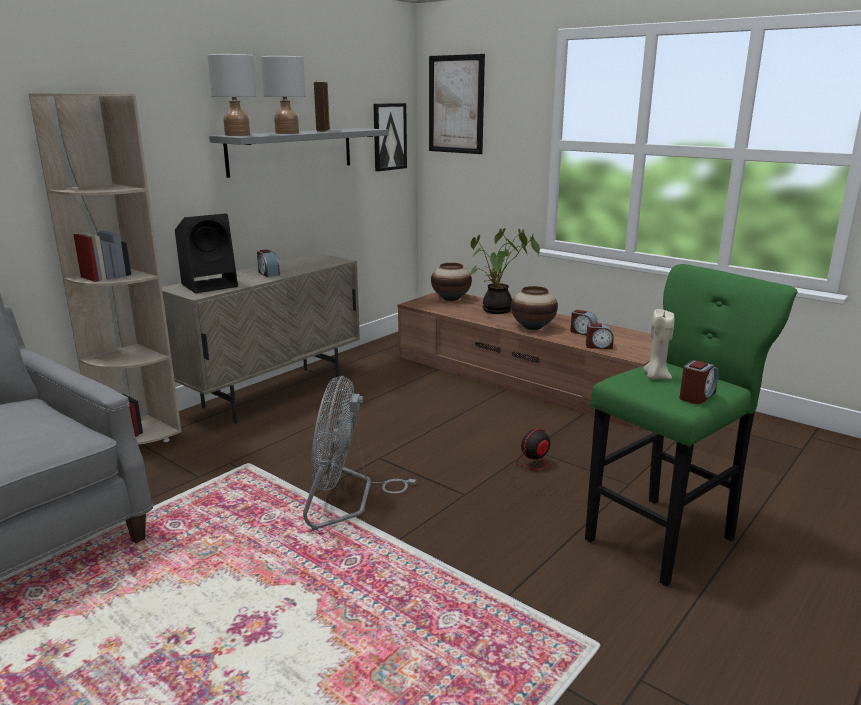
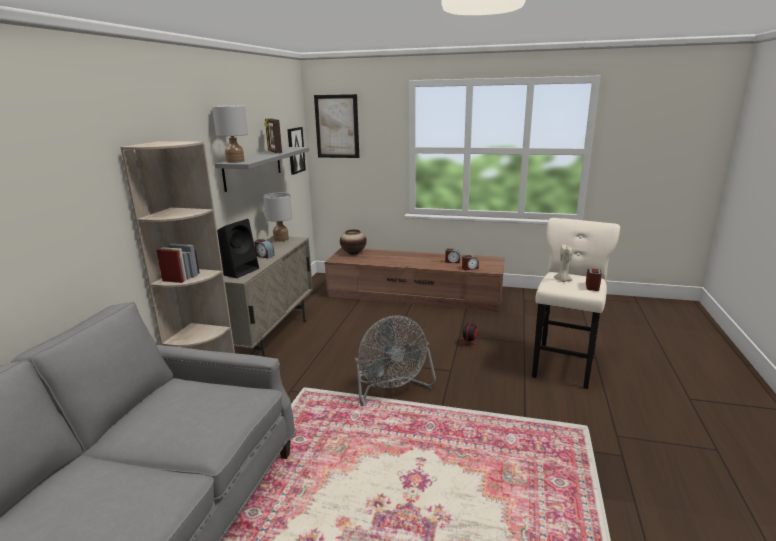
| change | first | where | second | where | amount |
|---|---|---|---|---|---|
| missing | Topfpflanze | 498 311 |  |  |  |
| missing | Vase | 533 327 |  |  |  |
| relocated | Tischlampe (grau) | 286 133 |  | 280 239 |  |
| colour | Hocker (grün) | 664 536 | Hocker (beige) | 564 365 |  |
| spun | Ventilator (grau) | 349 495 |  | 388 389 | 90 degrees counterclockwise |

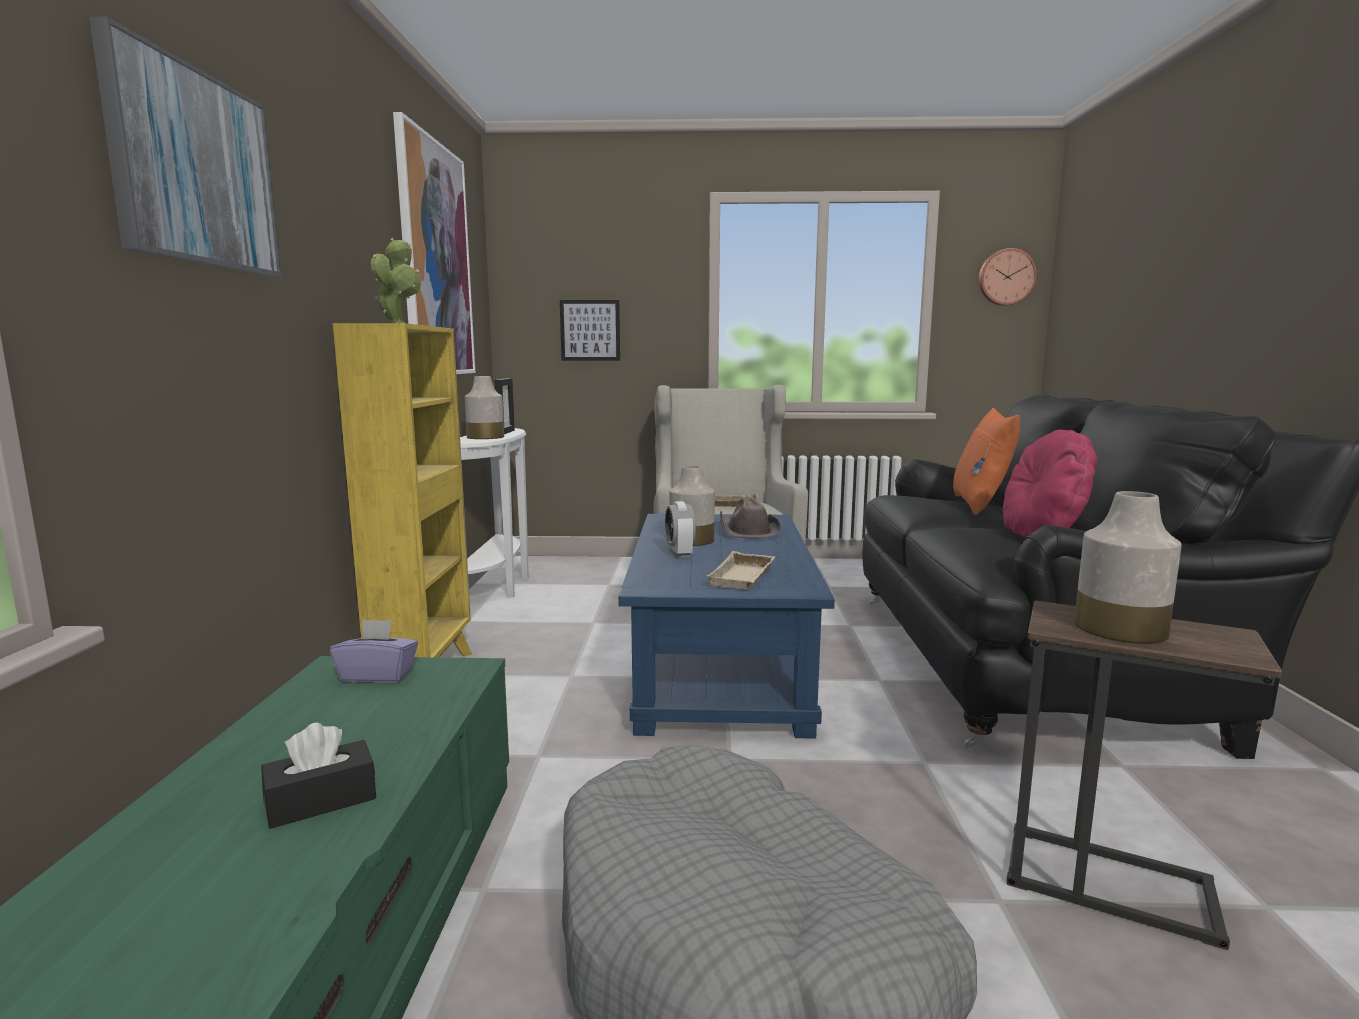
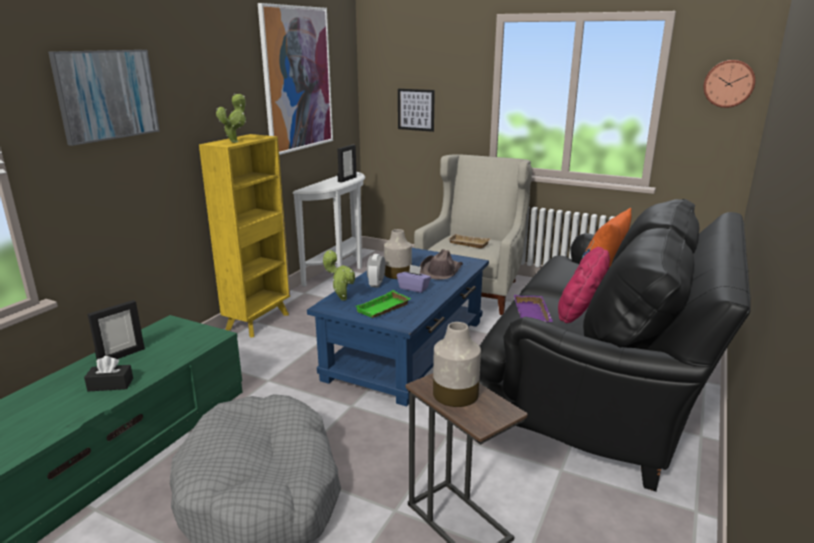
| change | first | where | second | where | amount |
|---|---|---|---|---|---|
| missing | Vase (beige) | 486 437 |  |  |  |
| appeared |  |  | Bilderrahmen | 121 355 |  |
| appeared |  |  | Topfpflanze | 341 298 |  |
| appeared |  |  | Tablett (lila) | 533 315 |  |
| relocated | Taschentuchbox (lila) | 378 675 |  | 414 288 |  |
| colour | Tablett (beige) | 744 578 | Tablett (grün) | 383 309 |  |

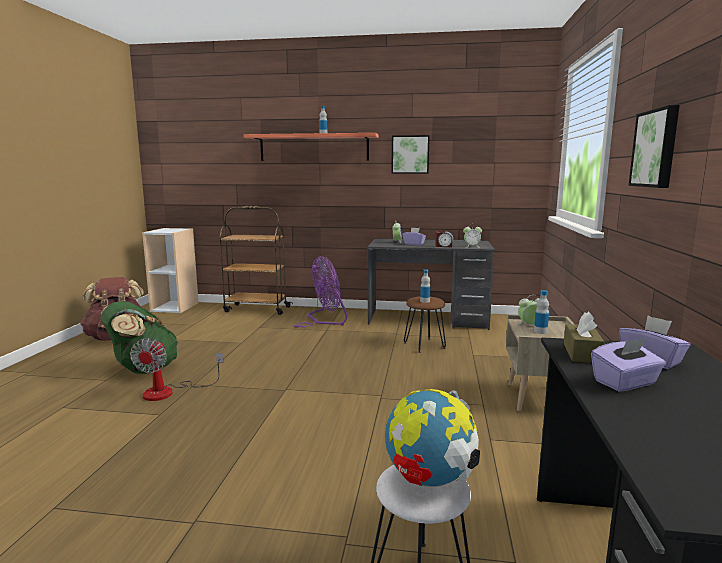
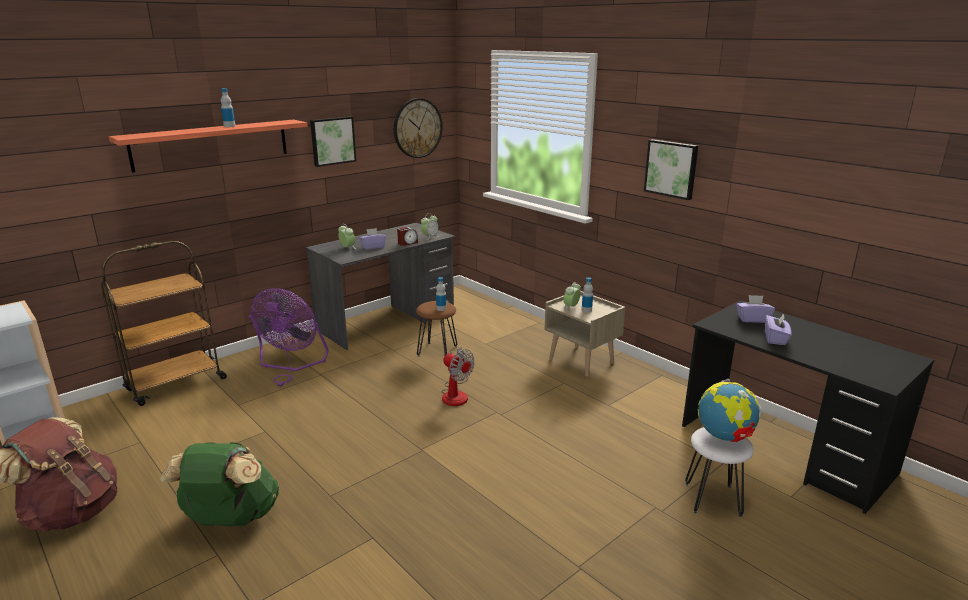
| change | first | where | second | where | amount |
|---|---|---|---|---|---|
| missing | Taschentuchbox (braun) | 581 353 |  |  |  |
| appeared |  |  | Wanduhr | 417 128 |  |
| relocated | Ventilator | 169 391 |  | 456 394 |  |

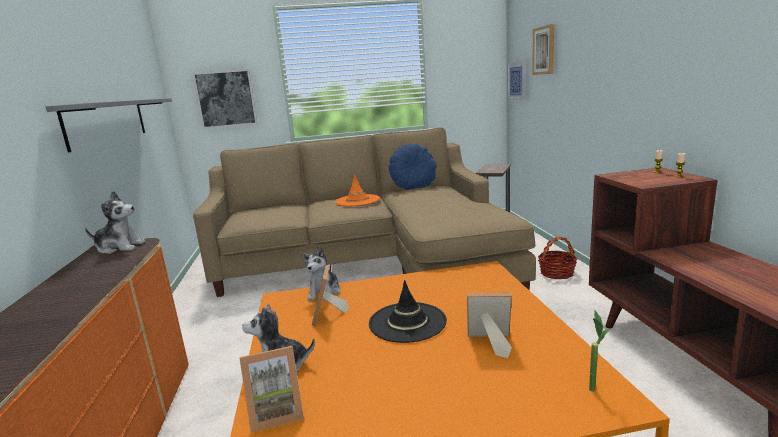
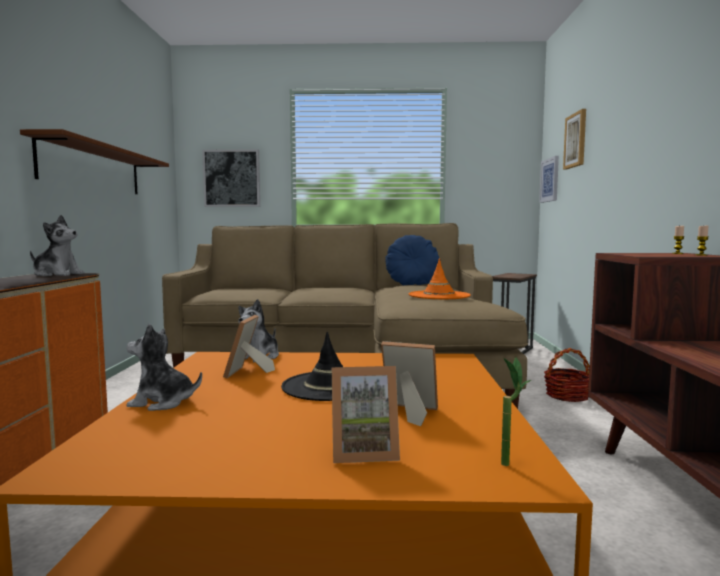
| change | first | where | second | where | amount |
|---|---|---|---|---|---|
| relocated | Bilderrahmen | 276 412 |  | 363 451 |  |
| relocated | Hut (orange) | 357 200 |  | 439 295 |  |
| colour | Wandregal (grau) | 108 122 | Wandregal (braun) | 93 169 |  |

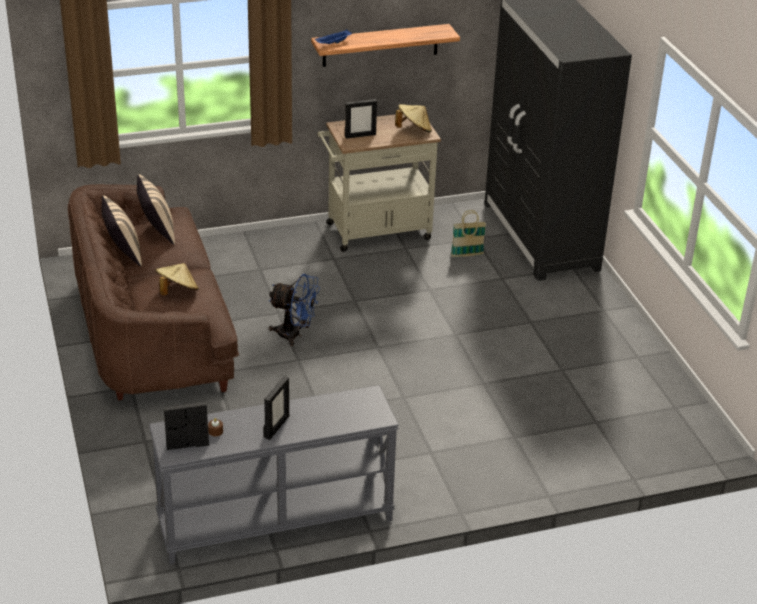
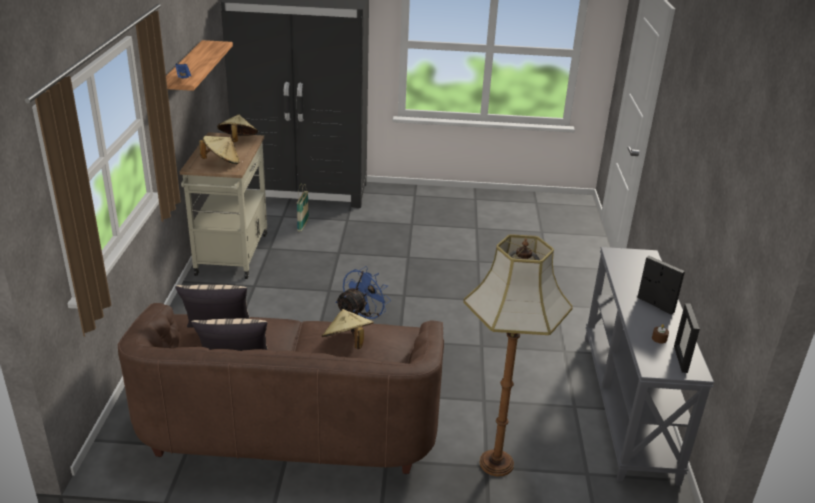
| change | first | where | second | where | amount |
|---|---|---|---|---|---|
| appeared |  |  | Stehlampe | 496 464 |  |
| exchanged | Bilderrahmen | 360 135 | Hut (beige) | 222 162 |  |

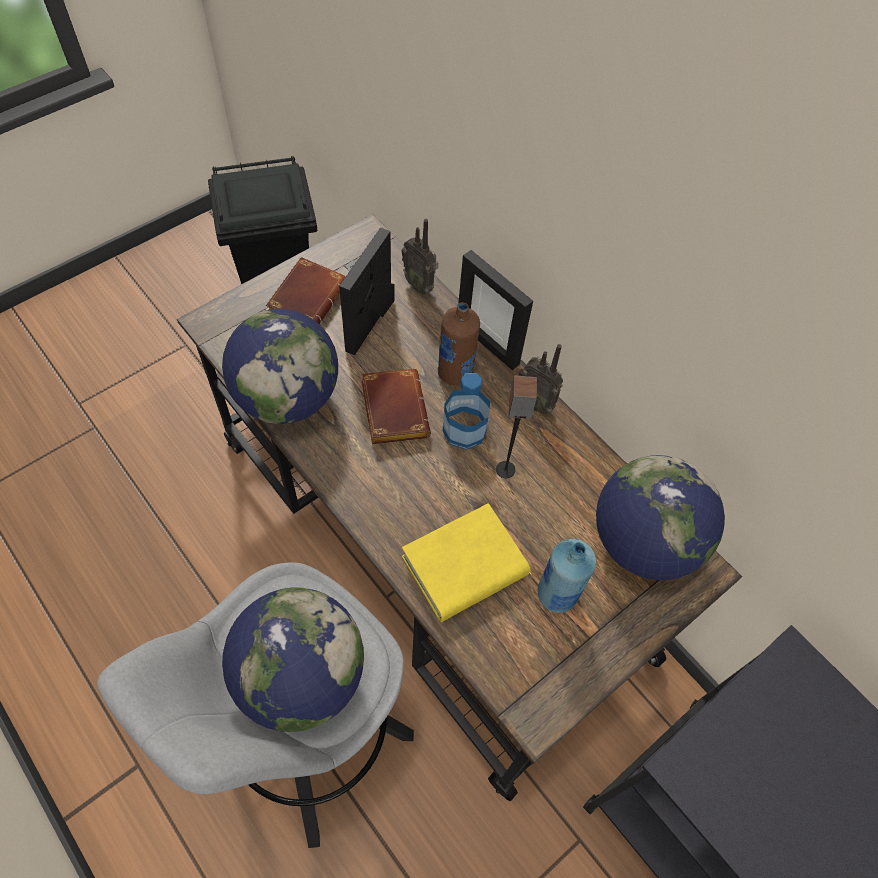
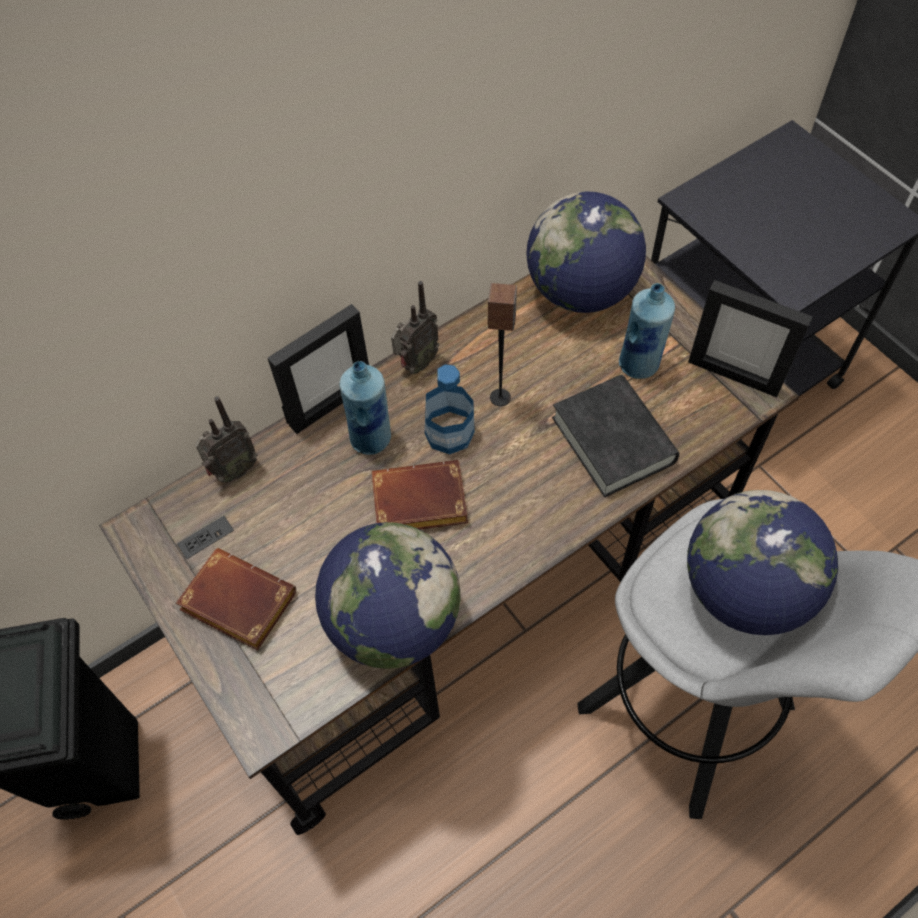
| change | first | where | second | where | amount |
|---|---|---|---|---|---|
| relocated | Bilderrahmen | 370 325 |  | 734 373 |  |
| colour | Buch (gelb) | 464 566 | Buch (schwarz) | 613 440 |  |
| colour | Flasche (braun) | 455 373 | Flasche (blau) | 371 438 |  |

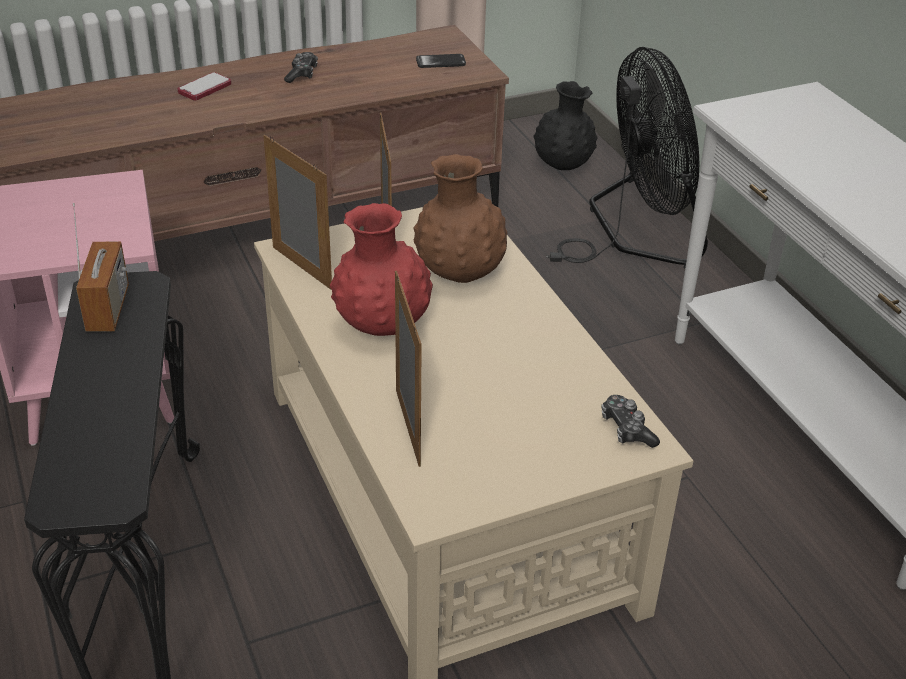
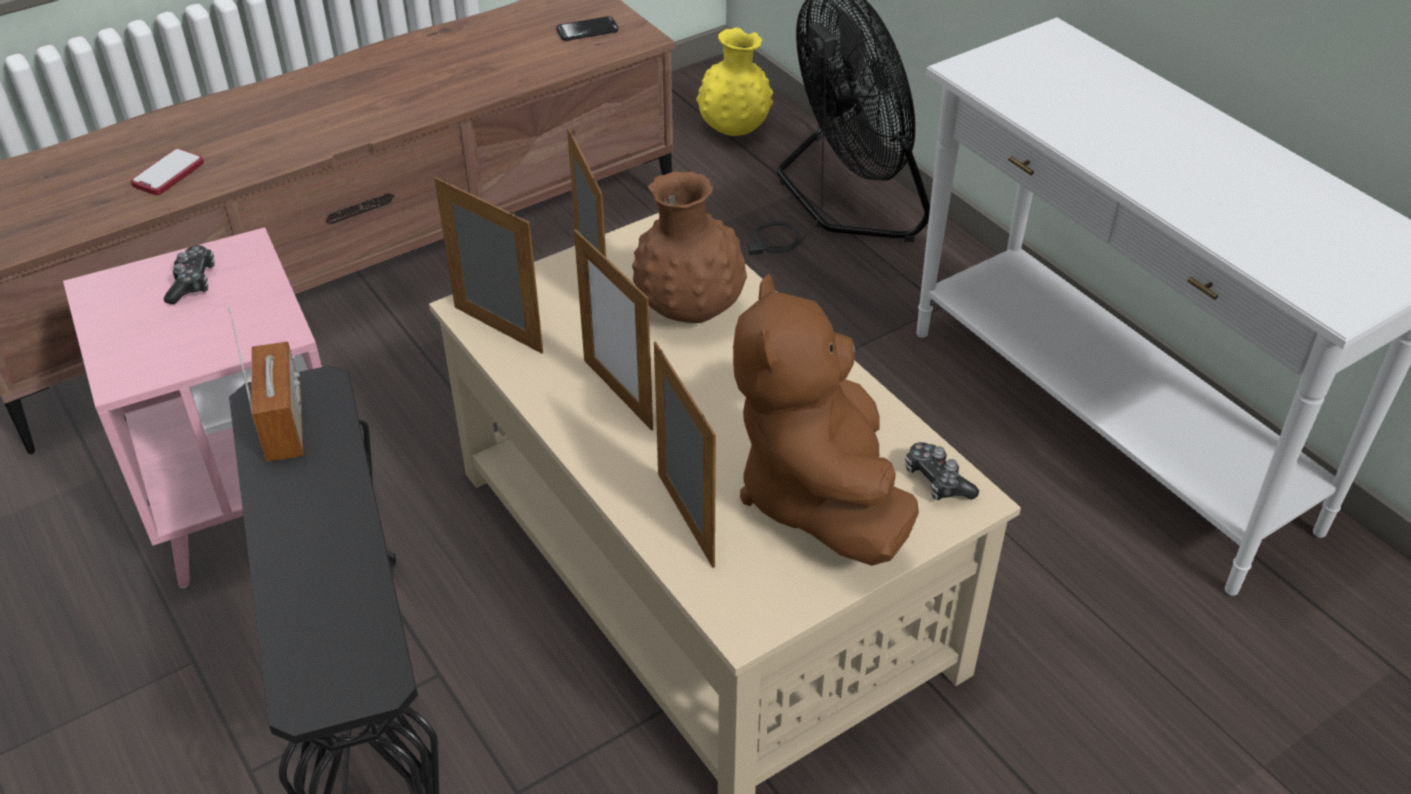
| change | first | where | second | where | amount |
|---|---|---|---|---|---|
| appeared |  |  | Plüschtier (braun) | 818 494 |  |
| relocated | Handy | 204 88 |  | 168 174 |  |
| relocated | Gamepad | 302 74 |  | 192 283 |  |
| exchanged | Vase (rot) | 382 327 | Bilderrahmen | 618 394 |  |
| colour | Vase (schwarz) | 563 165 | Vase (gelb) | 734 129 |  |

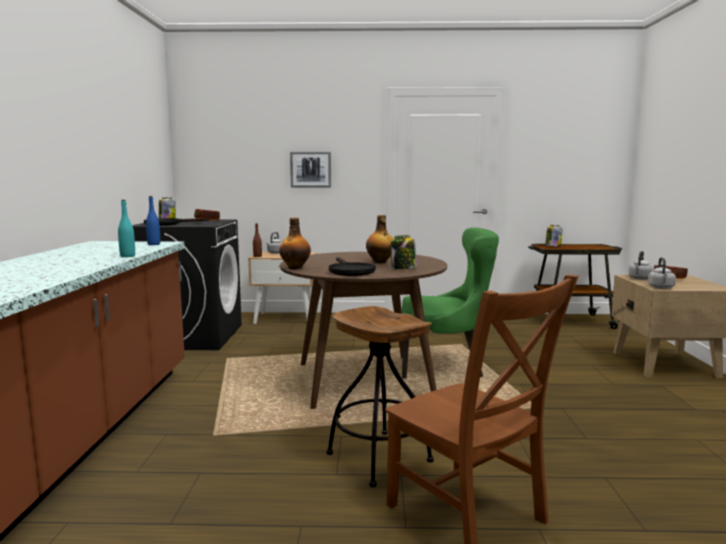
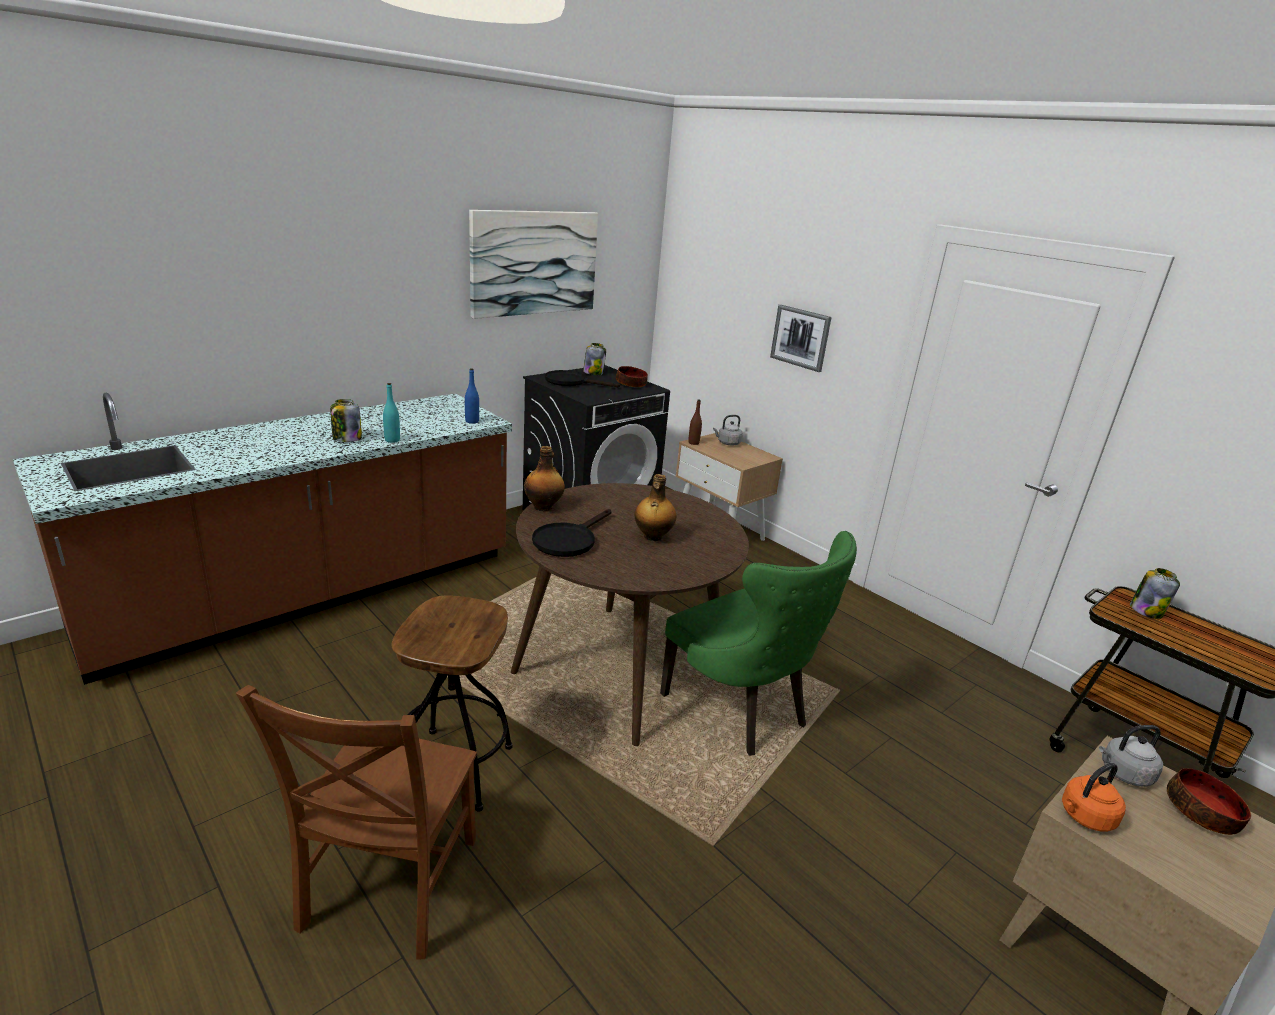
| change | first | where | second | where | amount |
|---|---|---|---|---|---|
| appeared |  |  | Bild | 534 263 |  |
| relocated | Vorratsglas | 403 268 |  | 346 439 |  |
| colour | Wasserkessel (grau) | 661 287 | Wasserkessel (orange) | 1084 817 |  |

